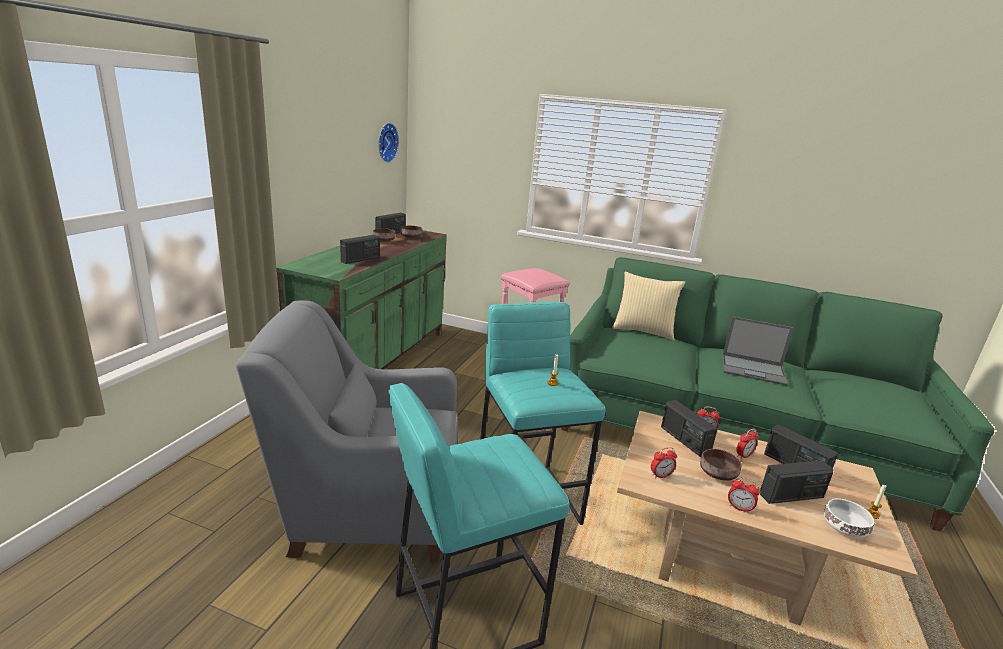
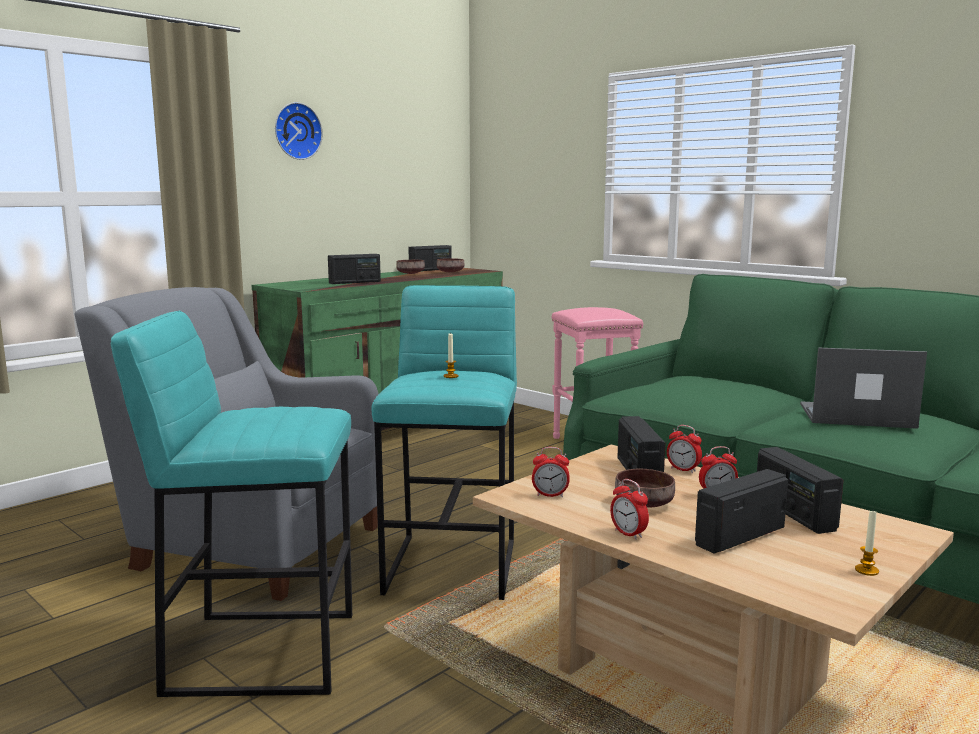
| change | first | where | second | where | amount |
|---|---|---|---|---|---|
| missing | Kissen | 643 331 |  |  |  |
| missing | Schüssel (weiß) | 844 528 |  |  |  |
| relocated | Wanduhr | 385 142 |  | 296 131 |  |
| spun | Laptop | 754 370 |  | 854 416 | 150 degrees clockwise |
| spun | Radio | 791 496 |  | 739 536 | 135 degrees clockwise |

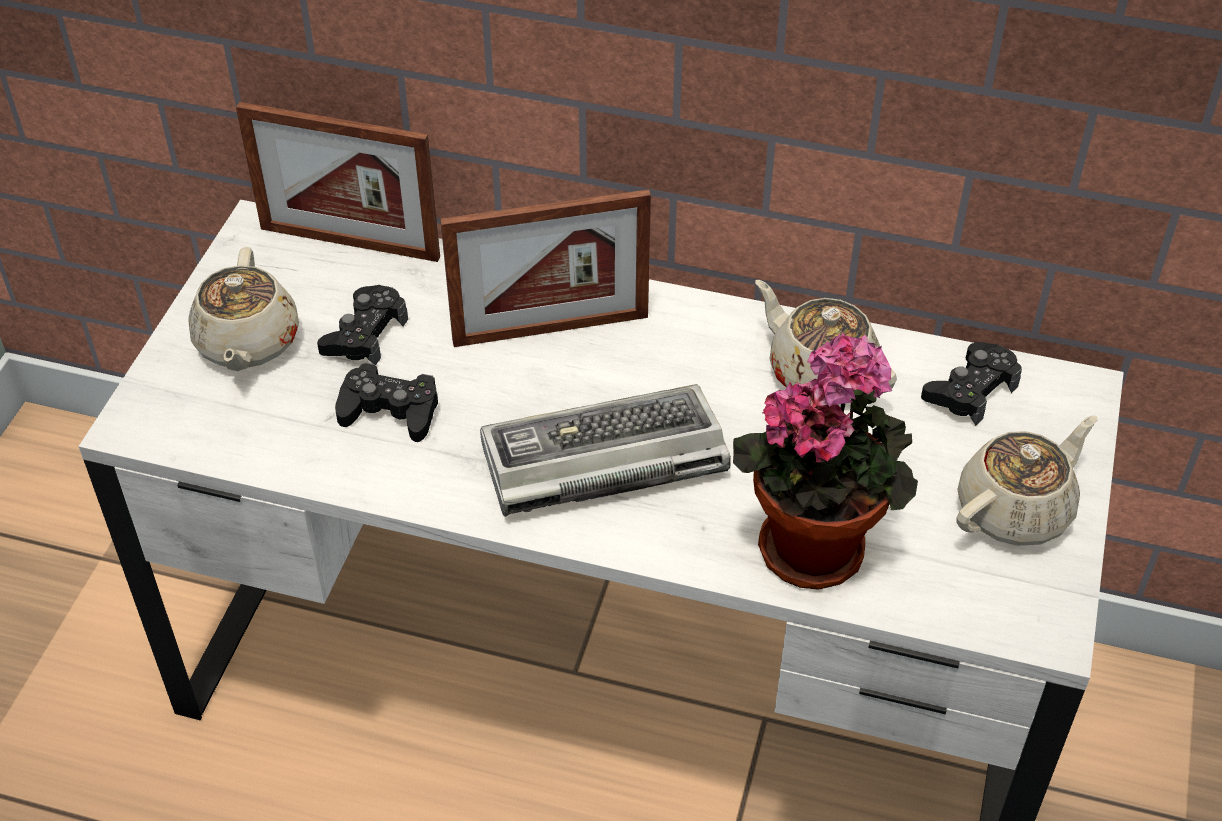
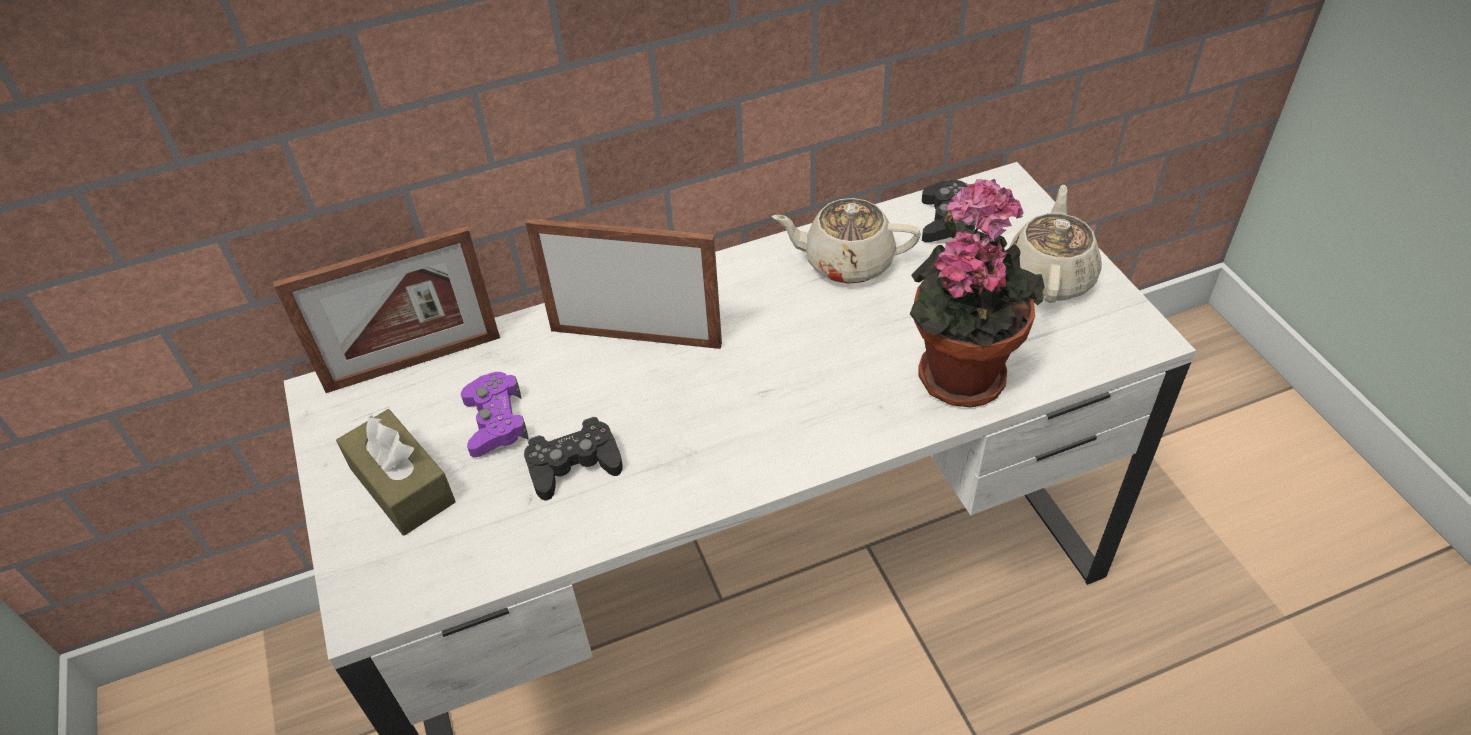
| change | first | where | second | where | amount |
|---|---|---|---|---|---|
| missing | Tastatur | 601 462 |  |  |  |
| exchanged | Teekanne (beige) | 247 343 | Taschentuchbox (braun) | 402 485 |  |
| colour | Gamepad (schwarz) | 365 334 | Gamepad (lila) | 495 421 |  |
| spun | Bilderrahmen | 550 329 |  | 635 337 | 120 degrees counterclockwise |

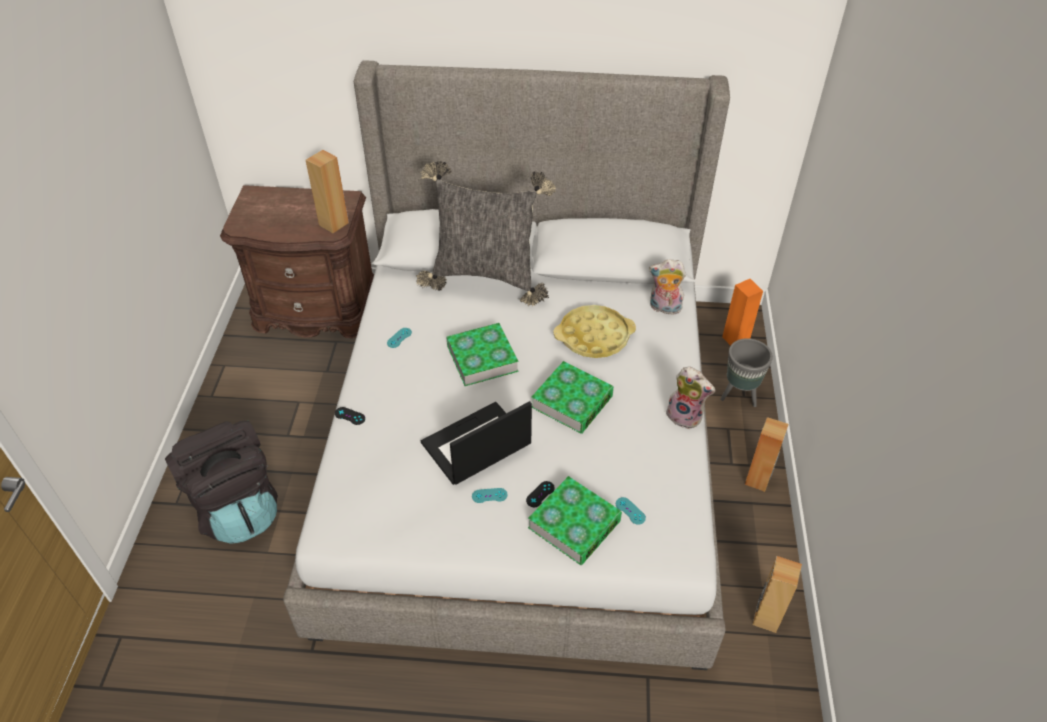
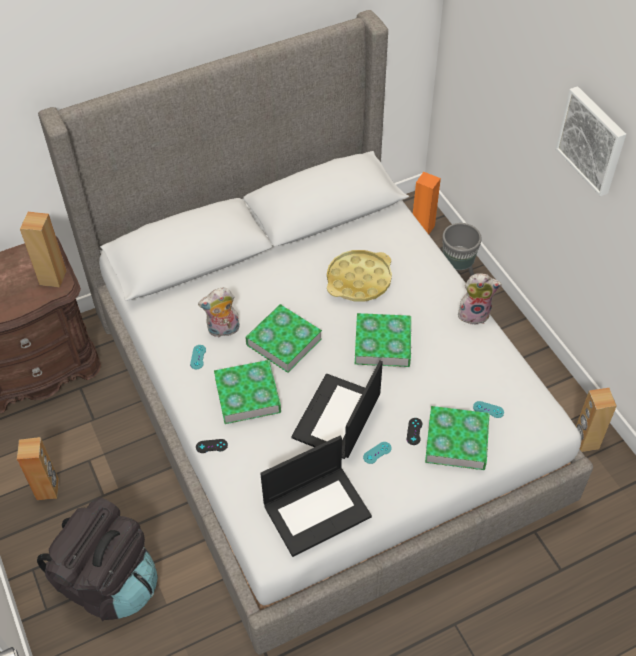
| change | first | where | second | where | amount |
|---|---|---|---|---|---|
| missing | Kissen | 487 283 |  |  |  |
| appeared |  |  | Buch | 247 395 |  |
| appeared |  |  | Laptop | 317 509 |  |
| appeared |  |  | Bild | 593 140 |  |
| relocated | Plüschtier | 664 308 |  | 223 330 |  |
| relocated | Lautsprecher (braun) | 758 479 |  | 48 489 |  |

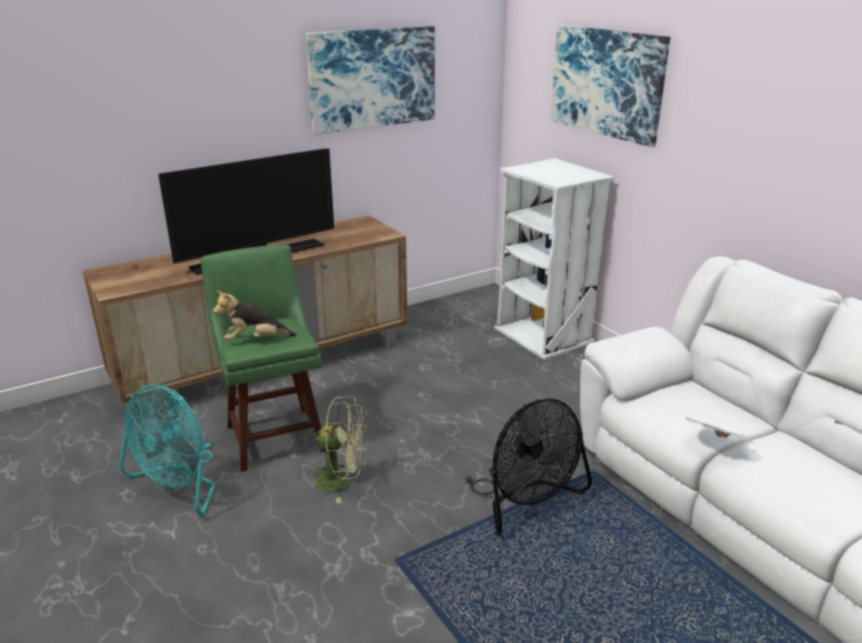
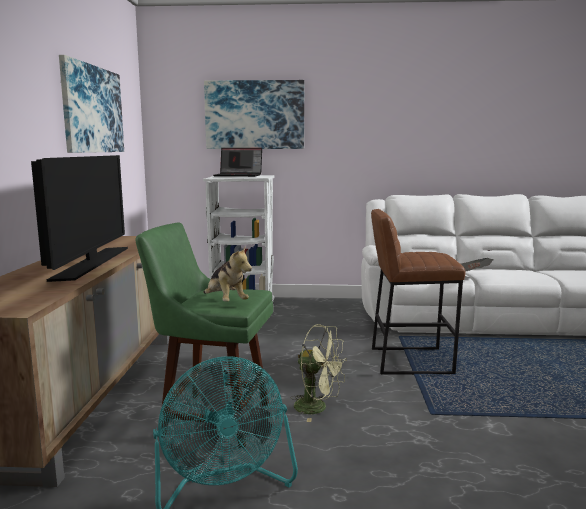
| change | first | where | second | where | amount |
|---|---|---|---|---|---|
| appeared |  |  | Laptop | 239 176 |  |
| exchanged | Ventilator (schwarz) | 523 503 | Hocker (braun) | 409 361 |  |
| spun | Plüschtier | 255 340 |  | 225 302 | 60 degrees counterclockwise |
| spun | Ventilator (grün) | 342 482 |  | 317 408 | 75 degrees clockwise |

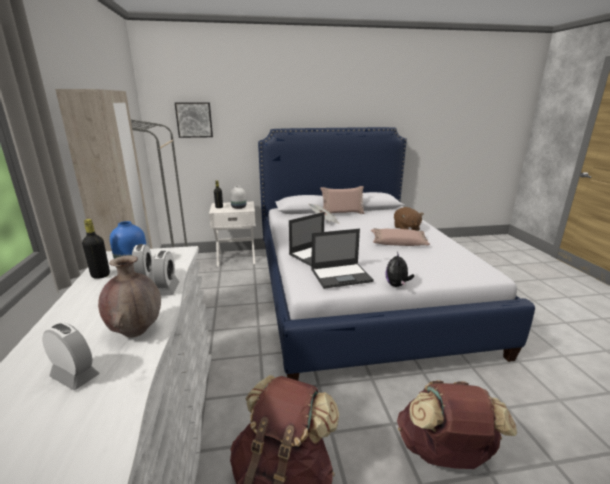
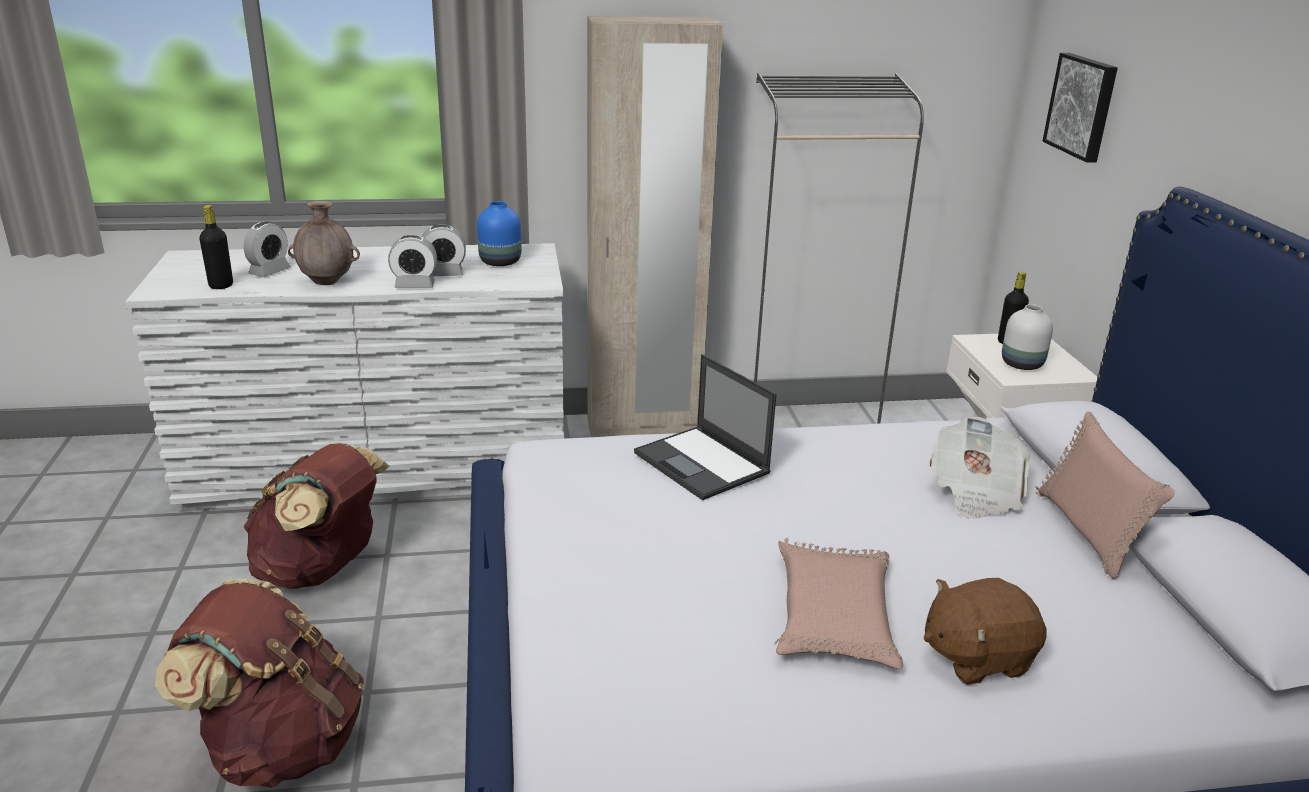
| change | first | where | second | where | amount |
|---|---|---|---|---|---|
| missing | Laptop | 341 275 |  |  |  |
| missing | Plüschtier | 397 285 |  |  |  |
| relocated | Flasche (schwarz) | 100 275 |  | 221 285 |  |

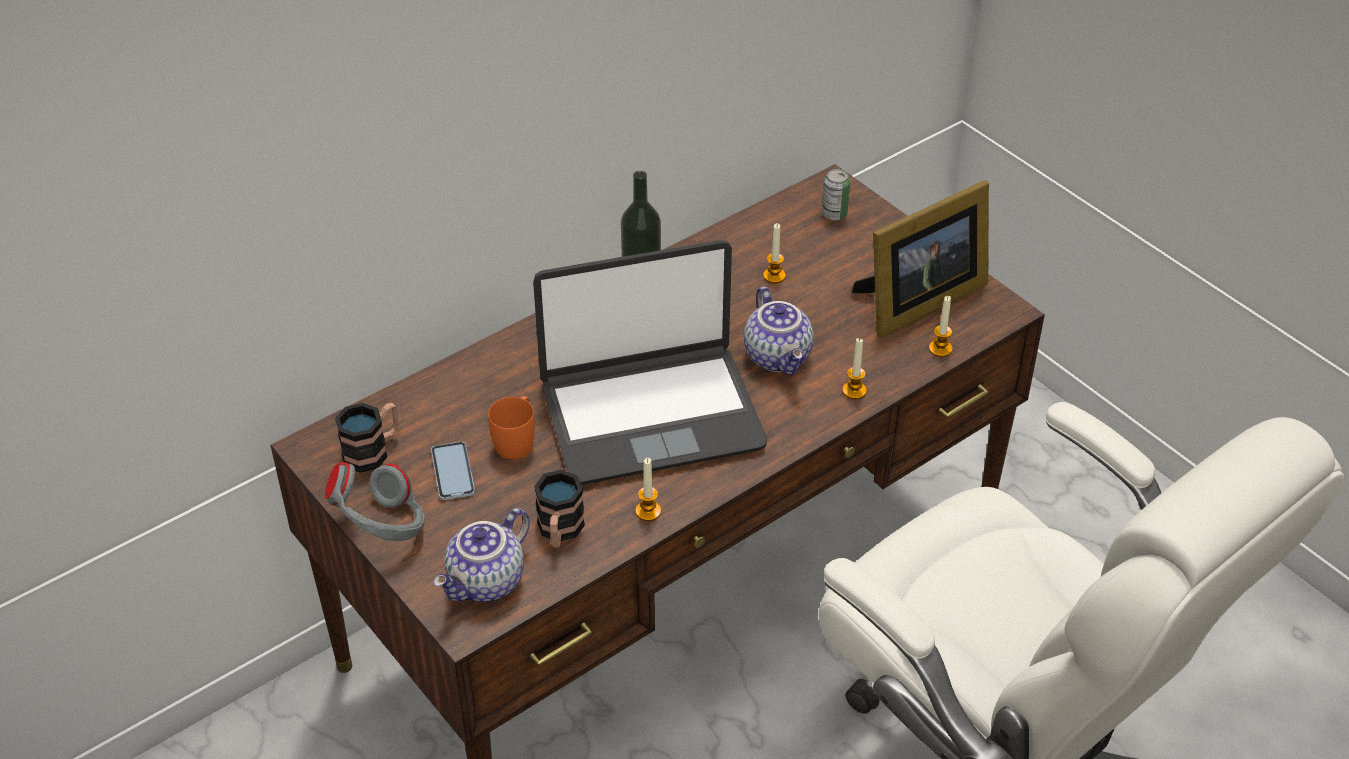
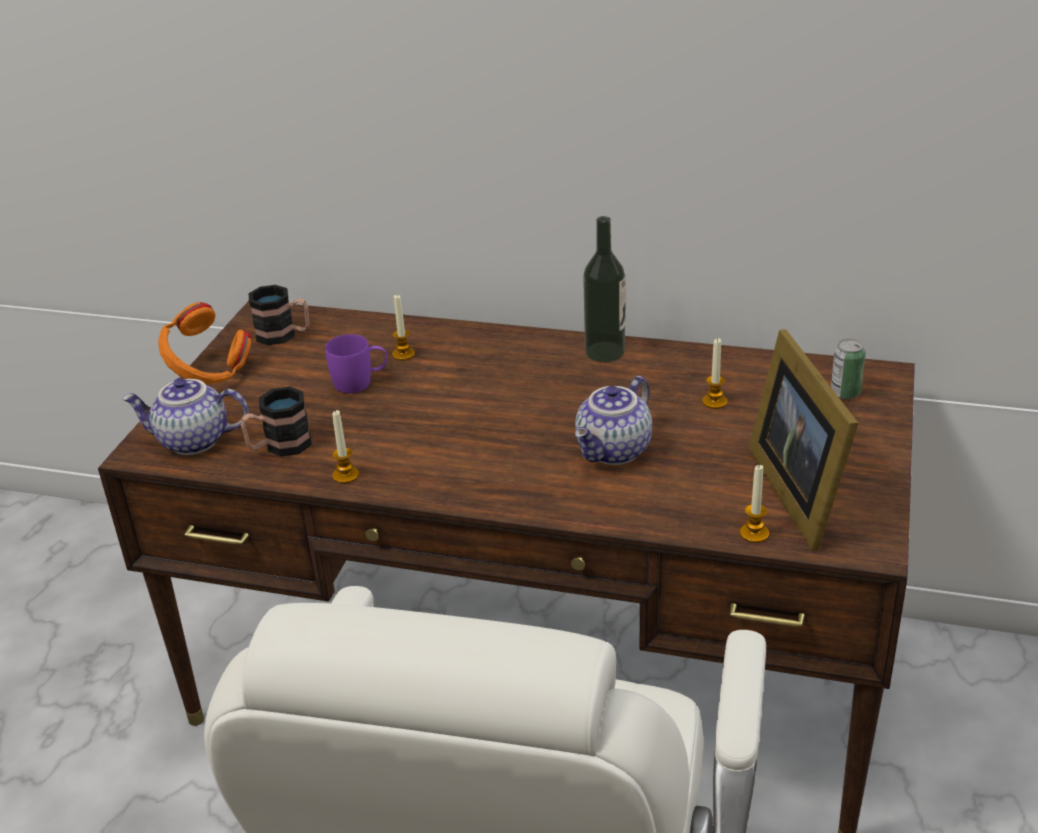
| change | first | where | second | where | amount |
|---|---|---|---|---|---|
| missing | Handy | 452 472 |  |  |  |
| missing | Laptop | 651 414 |  |  |  |
| relocated | Kerze | 854 391 |  | 403 354 |  |
| colour | Kopfhörer (grau) | 382 527 | Kopfhörer (orange) | 209 375 |  |
| colour | Henkelbecher (orange) | 517 440 | Henkelbecher (lila) | 360 382 |  |
| spun | Bilderrahmen | 917 301 |  | 800 490 | 60 degrees clockwise |

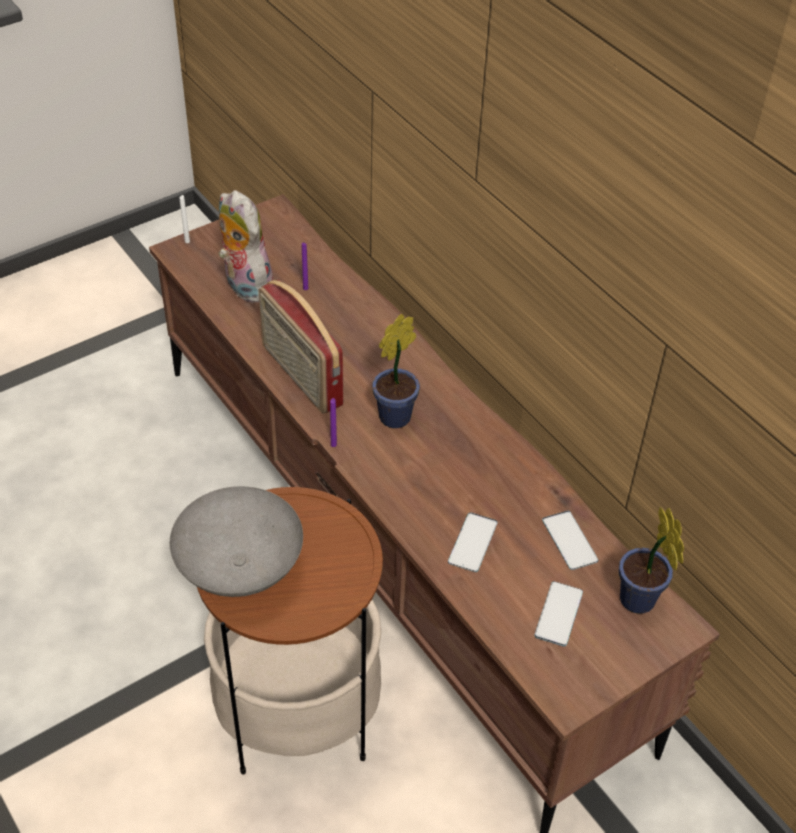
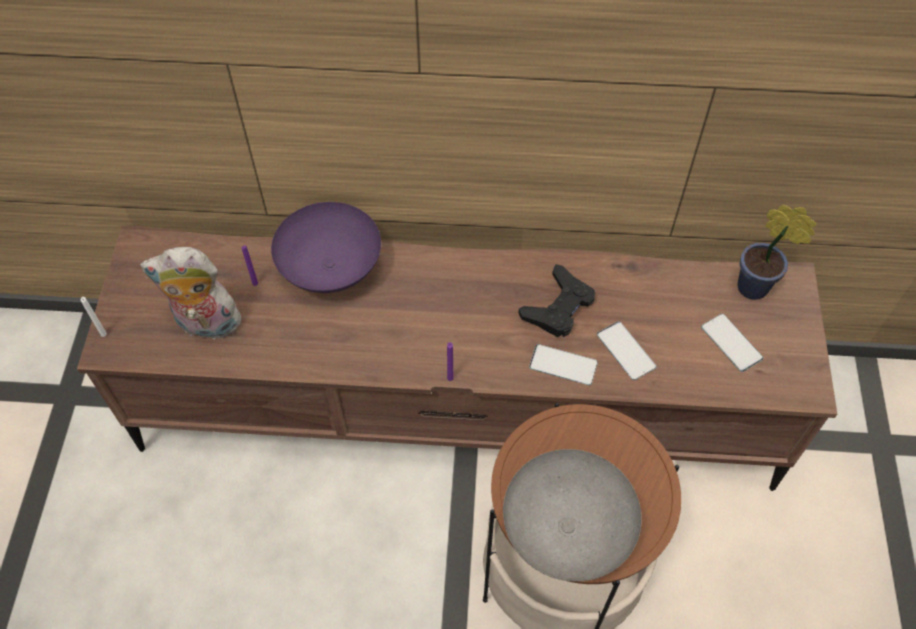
| change | first | where | second | where | amount |
|---|---|---|---|---|---|
| missing | Radio | 300 376 |  |  |  |
| missing | Topfpflanze | 398 414 |  |  |  |
| appeared |  |  | Schüssel (lila) | 330 270 |  |
| appeared |  |  | Gamepad (schwarz) | 558 307 |  |
| relocated | Handy | 569 540 |  | 563 365 |  |

